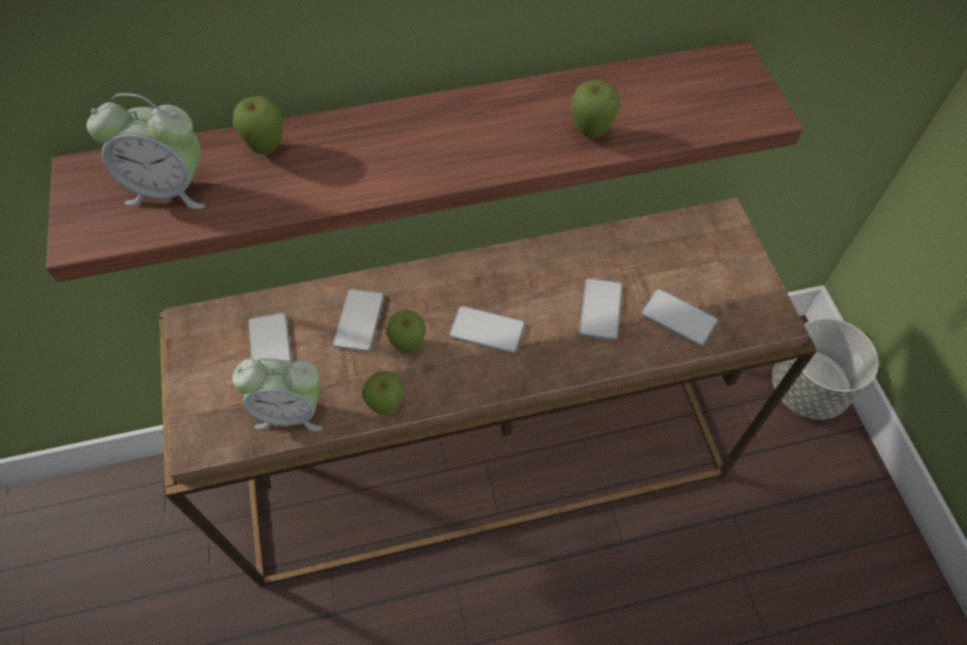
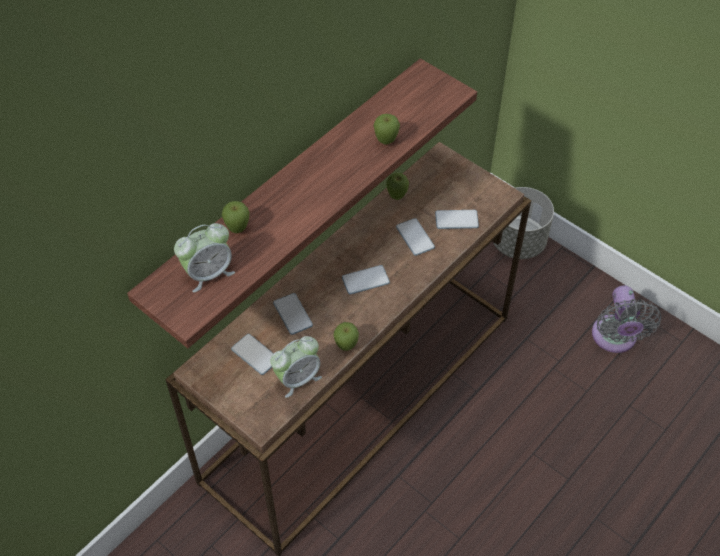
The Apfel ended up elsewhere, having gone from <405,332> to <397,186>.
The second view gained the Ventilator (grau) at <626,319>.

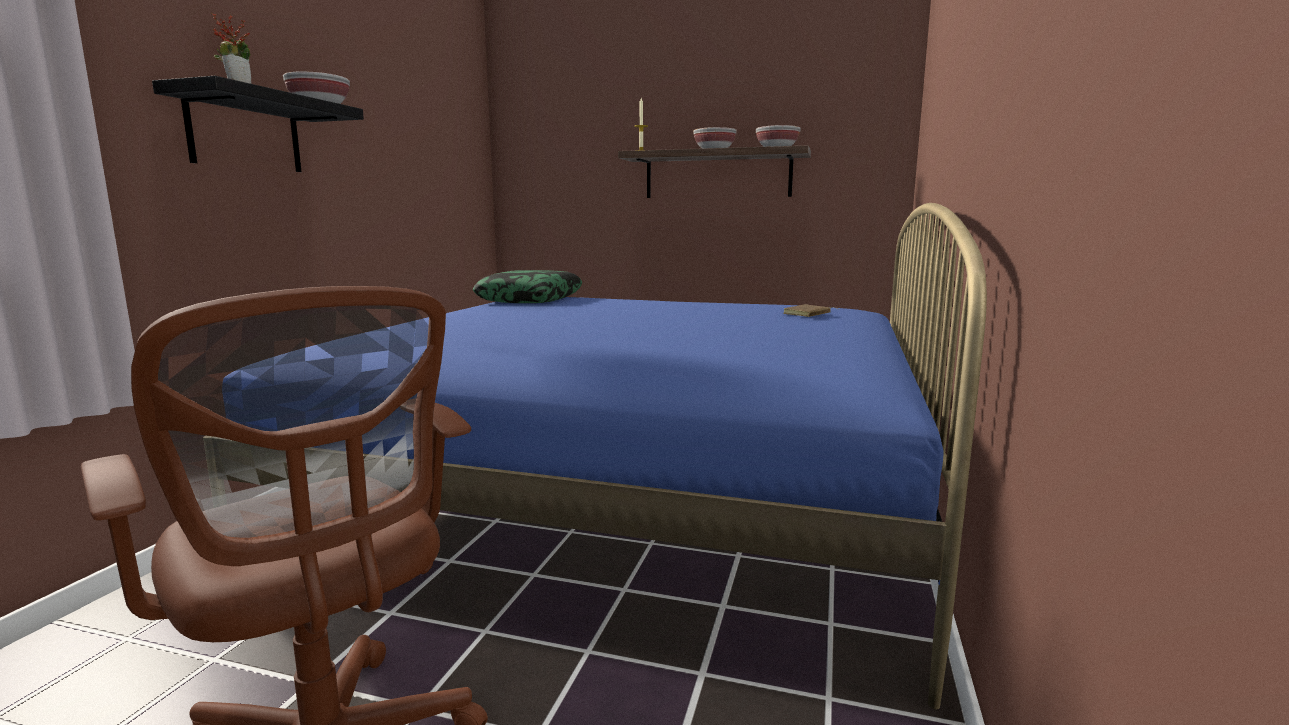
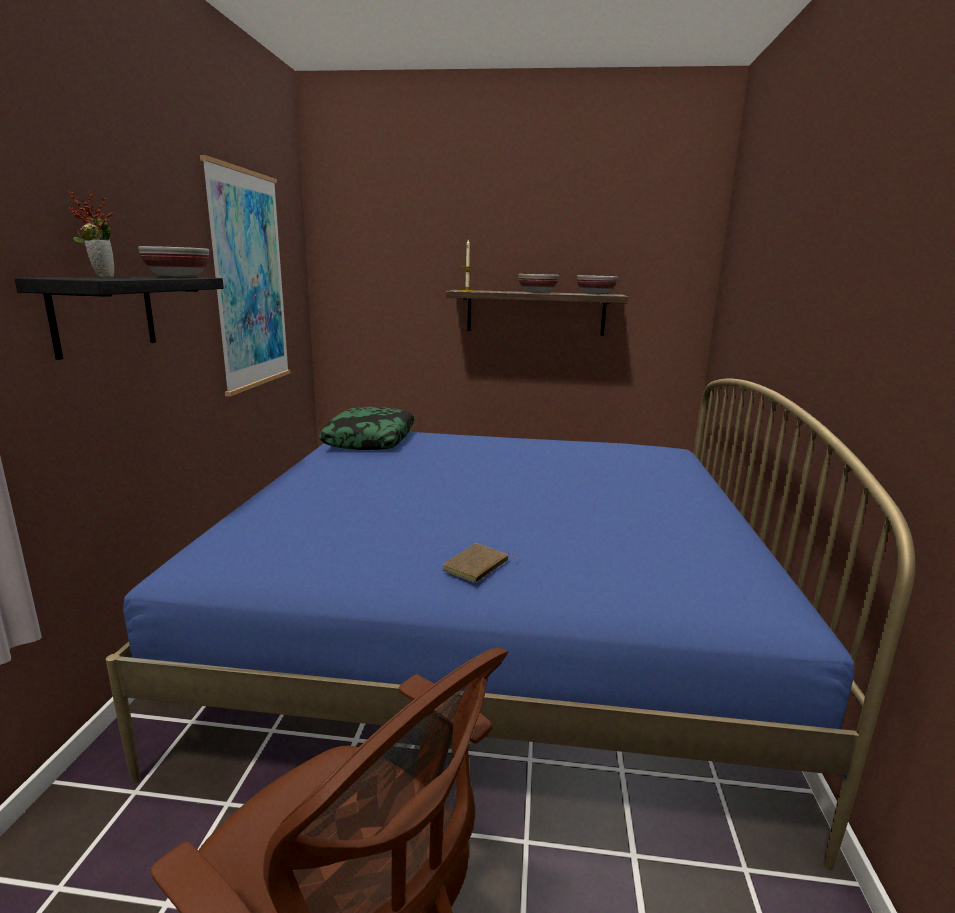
The Buch (braun) ended up elsewhere, having gone from <811,310> to <480,563>.
The second view gained the Bild at <245,275>.

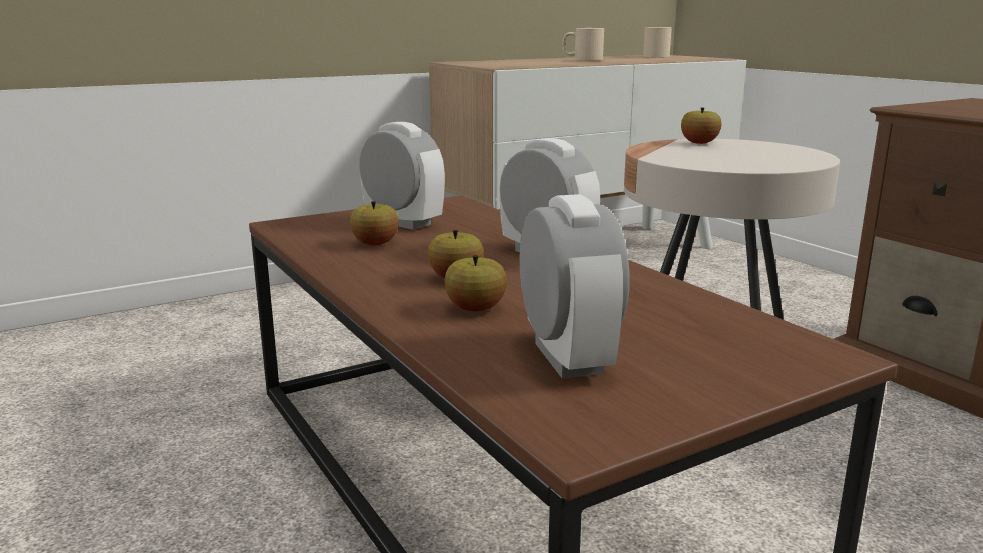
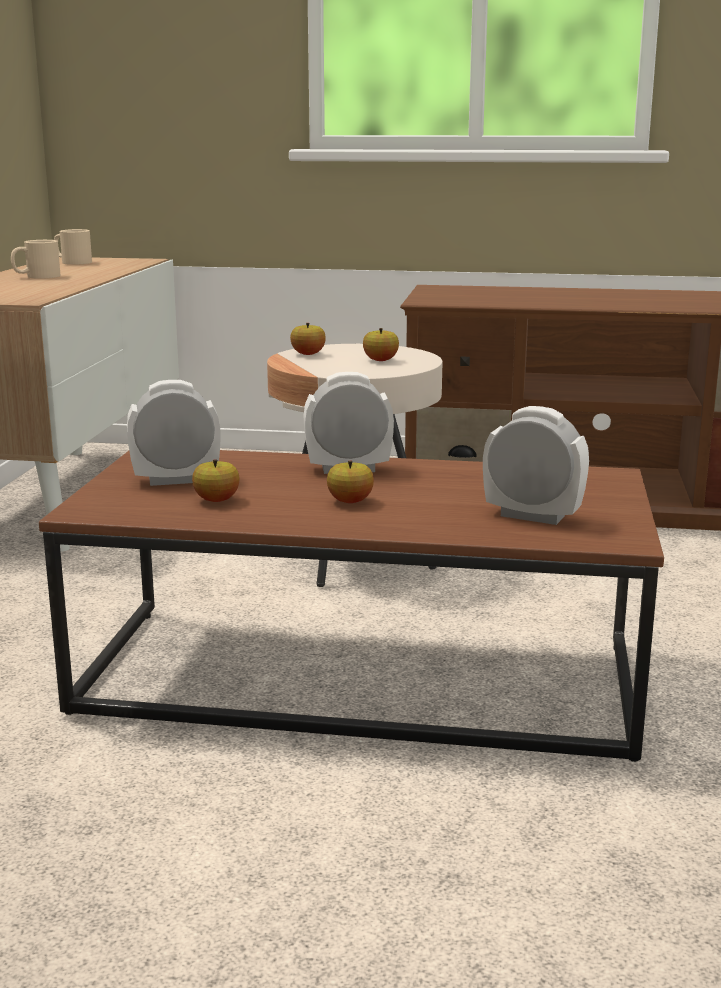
The Apfel ended up elsewhere, having gone from <476,283> to <381,344>.

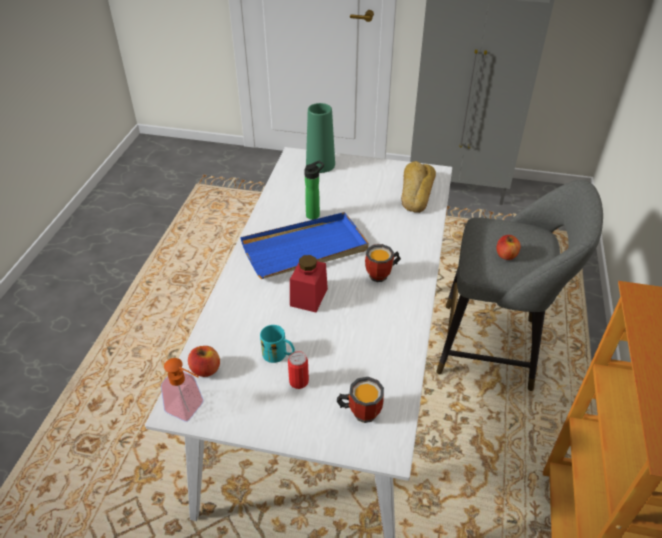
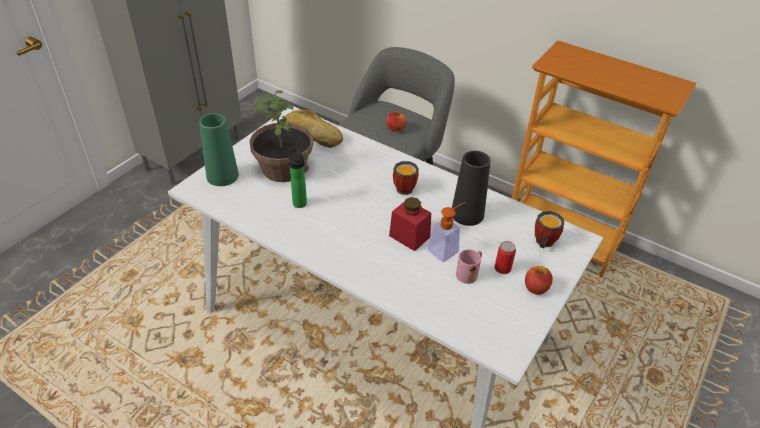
The Seifenspender ended up elsewhere, having gone from <182,390> to <446,232>.
The Apfel ended up elsewhere, having gone from <204,361> to <539,280>.
The second view lost the Tablett (blau) at <304,245>.
What was the Henkelbecher (türkis) at <277,344> turned into the Henkelbecher (rosa) at <469,266>.
The second view gained the Topfpflanze at <281,136>.
The second view gained the Vase (schwarz) at <471,188>.

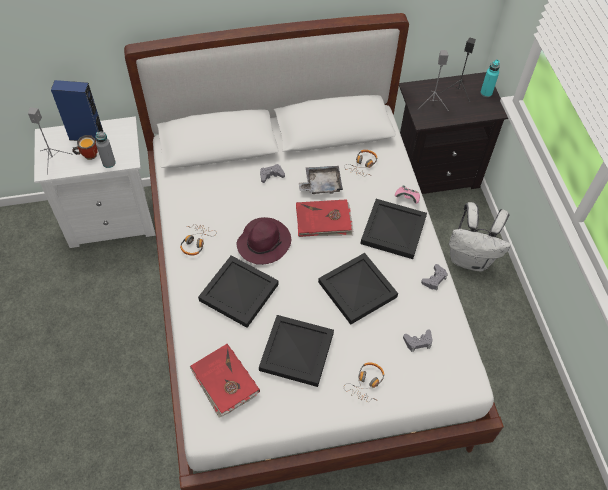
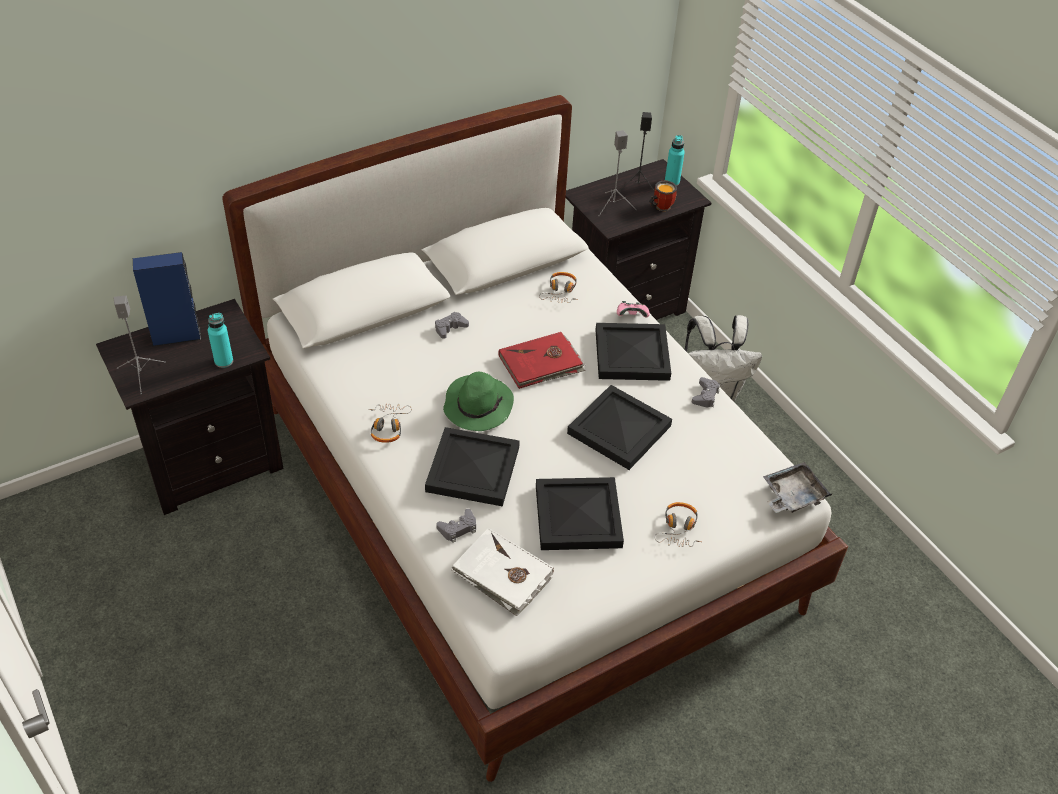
What was the Nachttisch (weiß) at <95,182> turned into the Nachttisch (schwarz) at <190,407>.
The Henkelbecher ended up elsewhere, having gone from <85,147> to <663,195>.
What was the Flasche (grau) at <106,150> turned into the Flasche (türkis) at <220,340>.
What was the Buch (rot) at <225,381> turned into the Buch (weiß) at <502,572>.
What was the Hut (lila) at <263,241> turned into the Hut (grün) at <478,401>.
The Tablett (grau) ended up elsewhere, having gone from <321,180> to <797,487>.
The Gamepad (grau) ended up elsewhere, having gone from <418,340> to <456,526>.

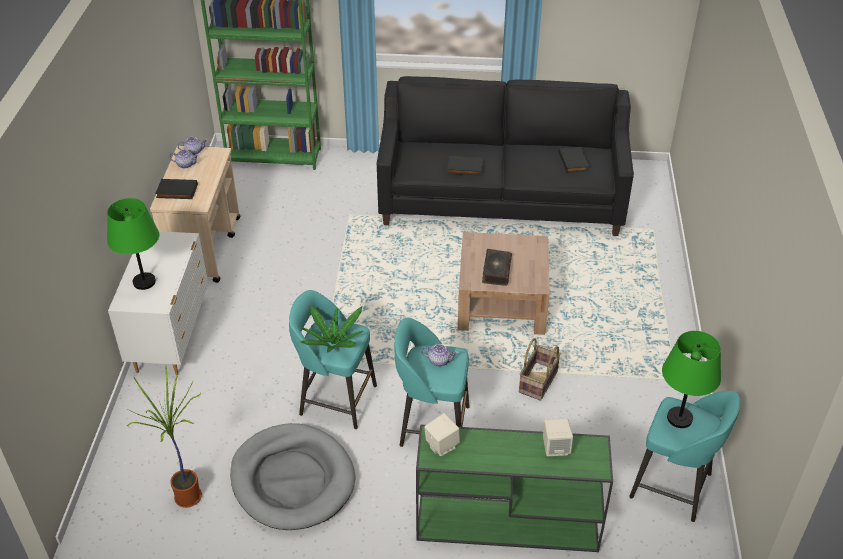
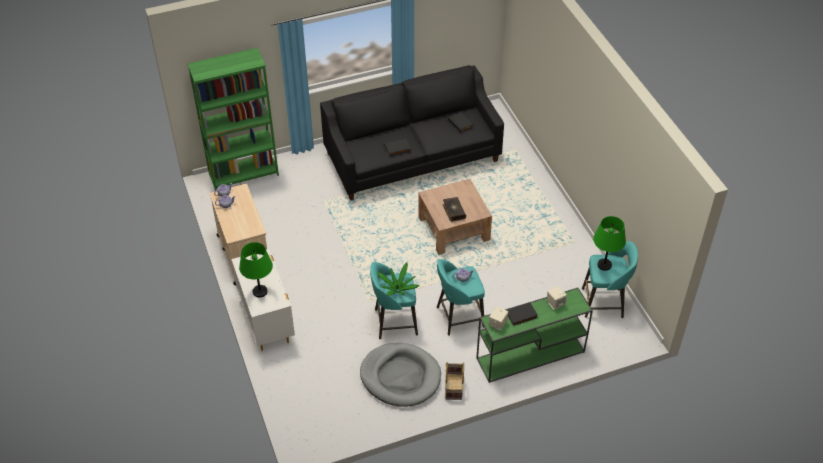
The second view lost the Topfpflanze at <164,437>.
The Buch (schwarz) ended up elsewhere, having gone from <176,189> to <522,314>.
The Korb ended up elsewhere, having gone from <540,369> to <454,381>.

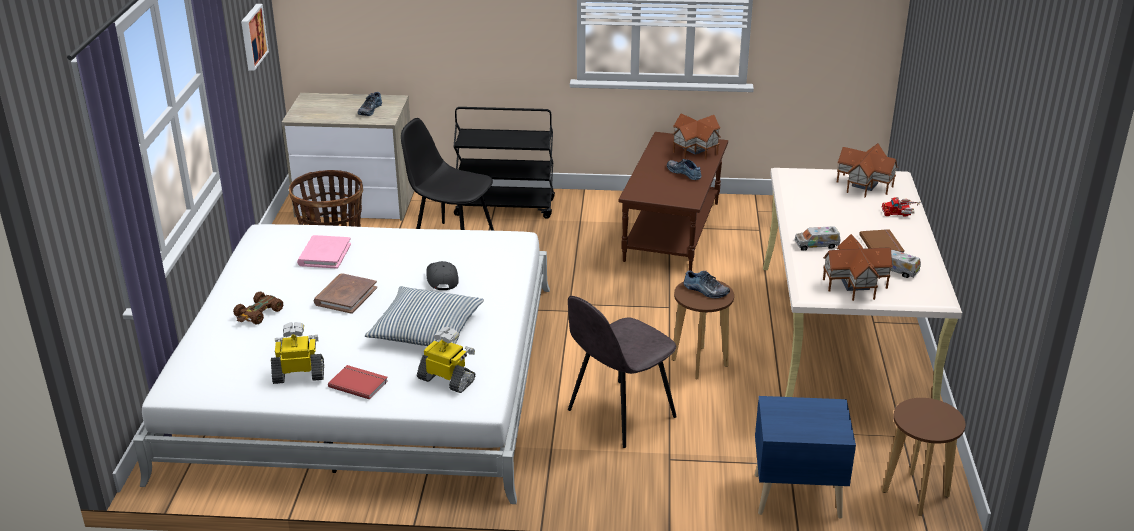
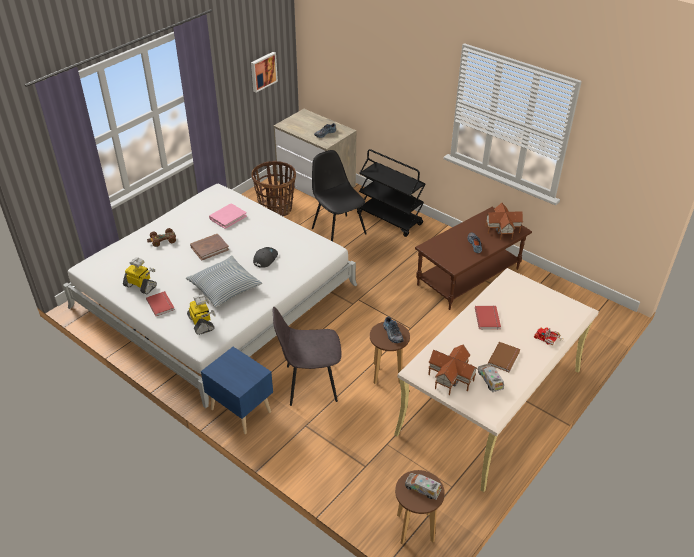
The Nachttisch (blau) ended up elsewhere, having gone from <805,457> to <237,390>.
The Spielzeuglaster ended up elsewhere, having gone from <818,238> to <423,486>.
The second view lost the Spielzeughaus at <867,170>.
The second view gained the Buch (rot) at <488,318>.

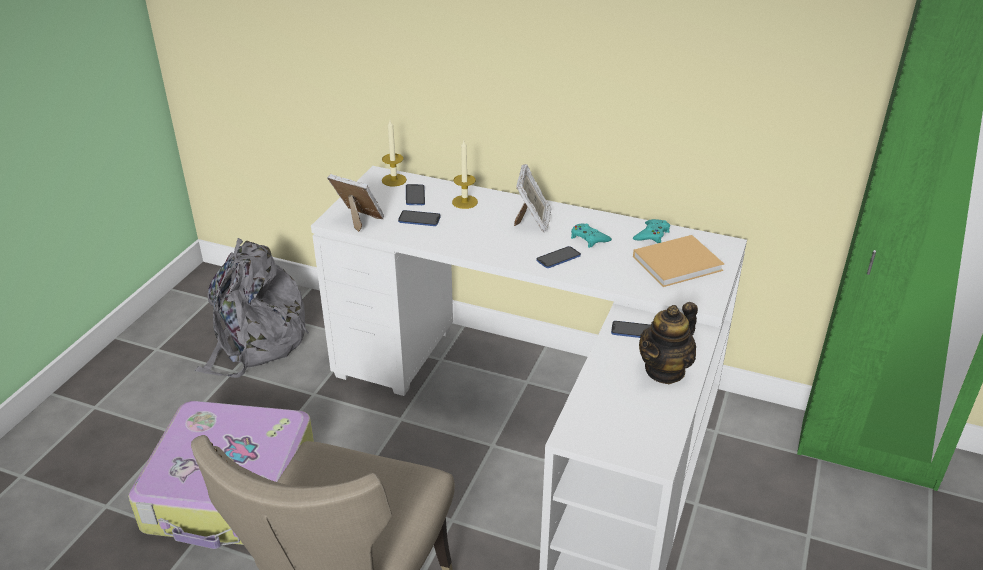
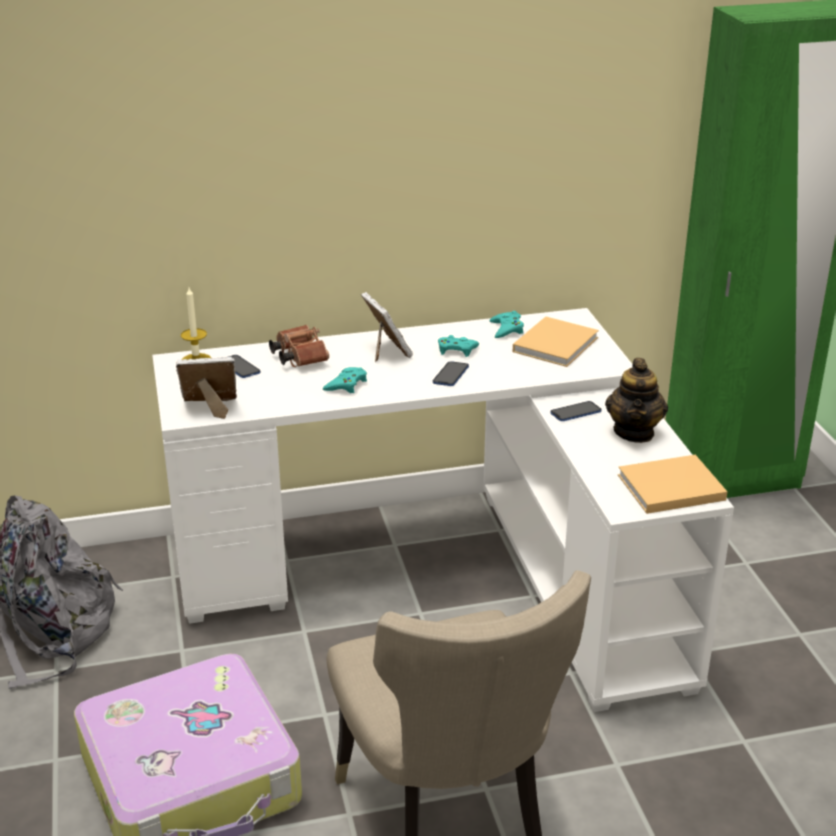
The second view lost the Handy at <419,218>.
Where the Kerze stood at <465,174>, the Fernglas (braun) came to stand at <299,346>.
The second view gained the Gamepad (türkis) at <345,380>.
The second view gained the Buch (beige) at <672,484>.

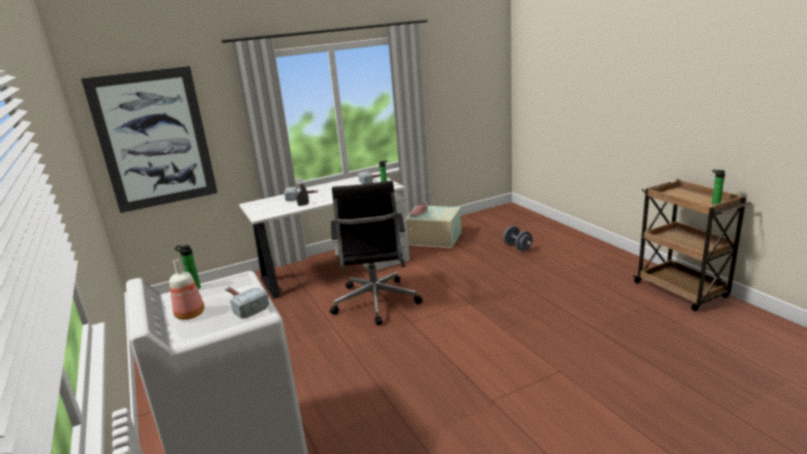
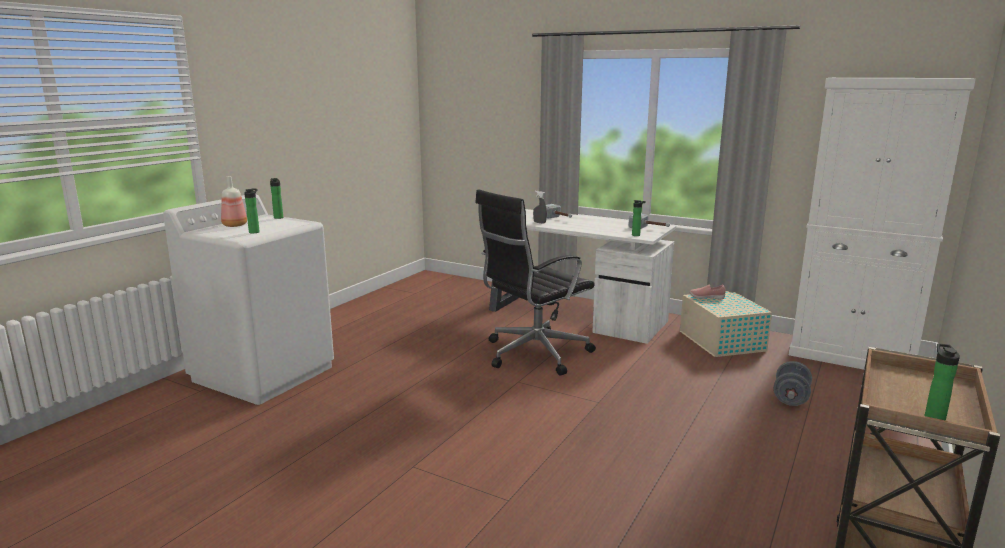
The second view lost the Bild at <149,139>.
Where the Hammer stood at <247,302>, the Flasche came to stand at <252,211>.
The second view gained the Schrank (weiß) at <882,224>.

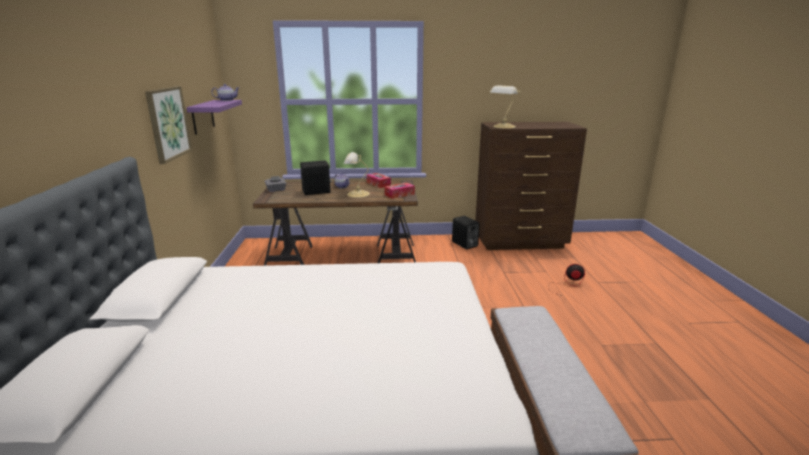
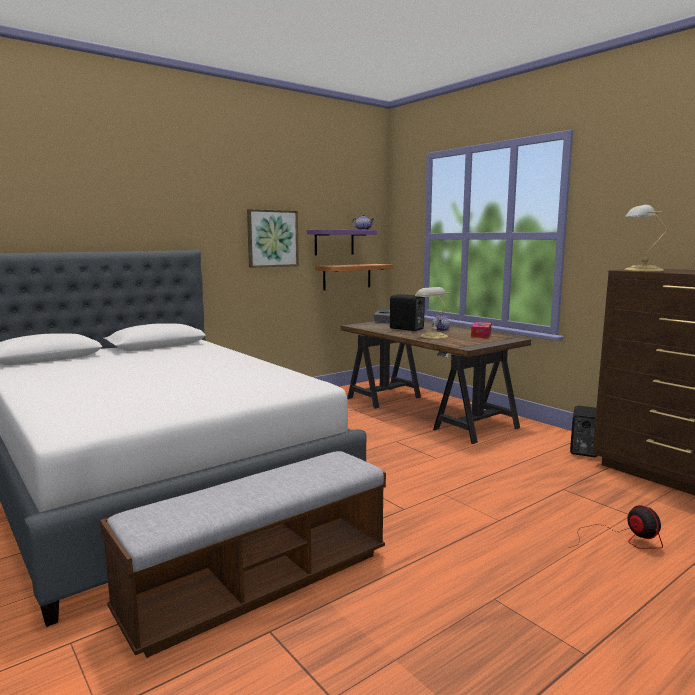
The second view lost the Taschentuchbox at <400,191>.
The second view gained the Wandregal at <354,277>.

